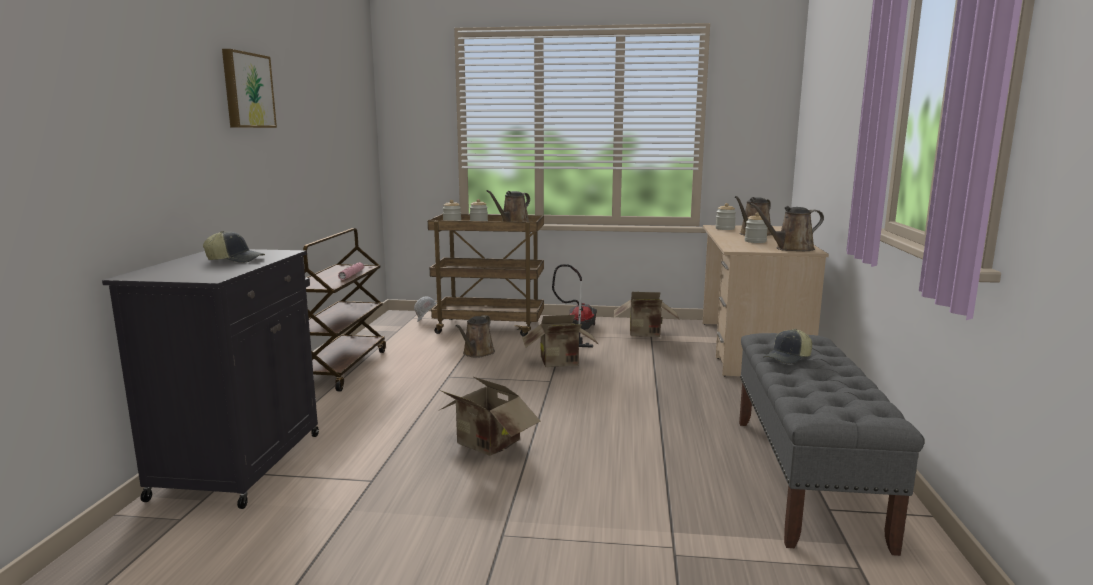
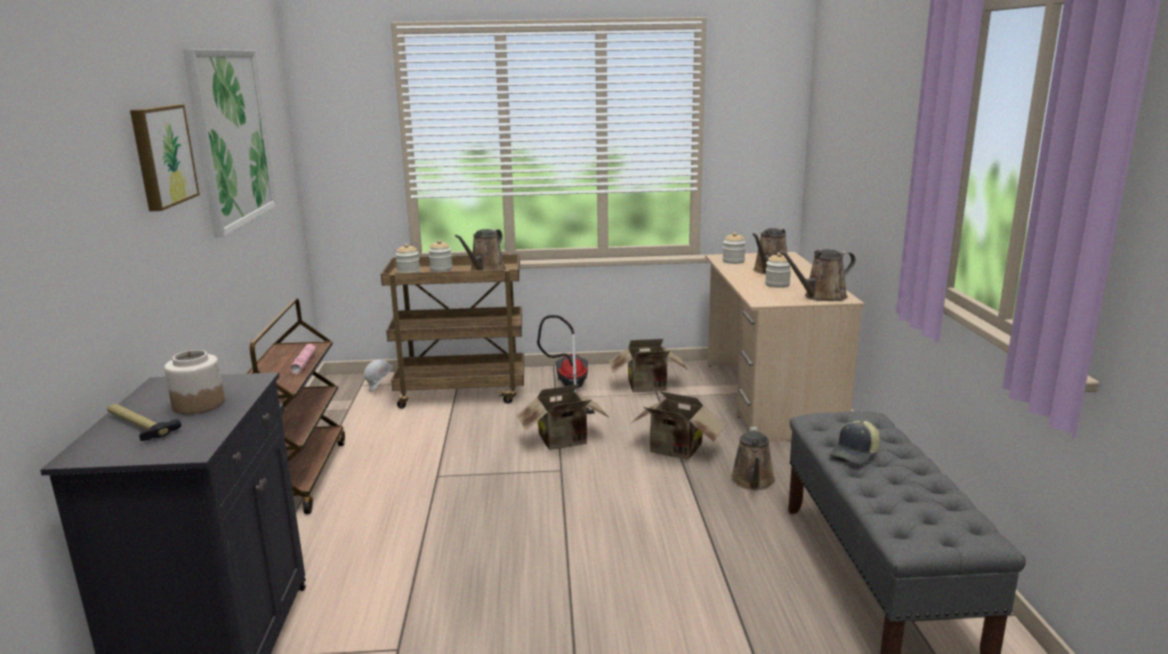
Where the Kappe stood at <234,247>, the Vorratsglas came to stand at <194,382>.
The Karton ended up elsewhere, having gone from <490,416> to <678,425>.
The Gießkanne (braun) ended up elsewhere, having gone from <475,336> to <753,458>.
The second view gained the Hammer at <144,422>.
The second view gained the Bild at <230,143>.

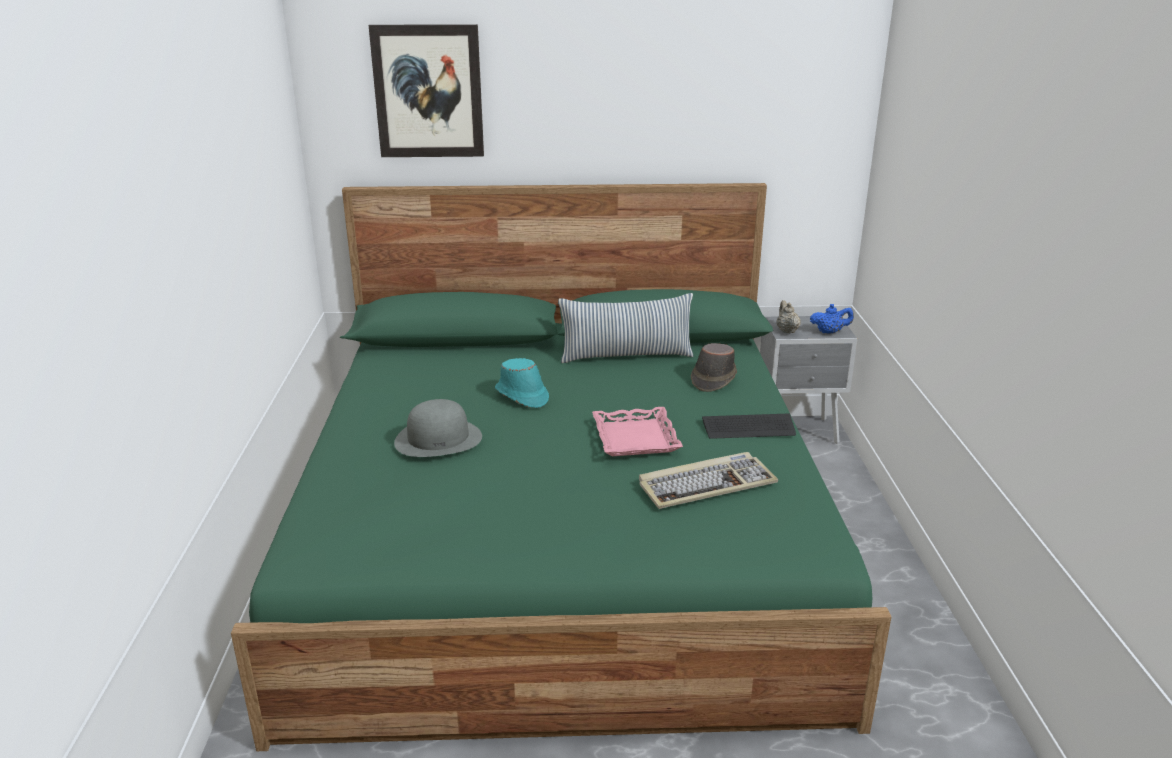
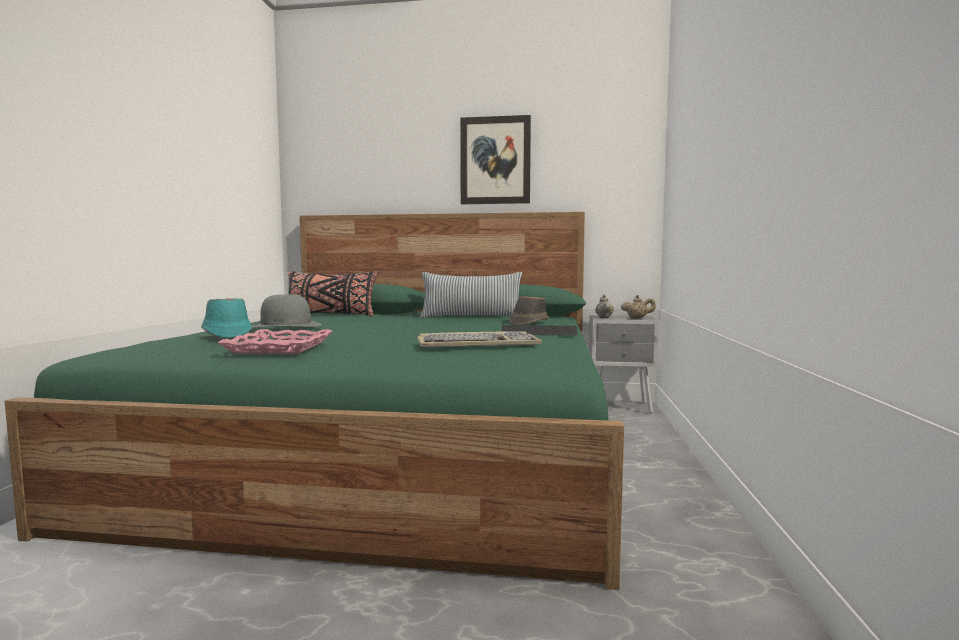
The Bild ended up elsewhere, having gone from <426,90> to <495,159>.
The Hut (türkis) ended up elsewhere, having gone from <522,383> to <226,318>.
The Tablett (rosa) ended up elsewhere, having gone from <637,431> to <275,341>.
What was the Teekanne (blau) at <832,319> turned into the Teekanne (beige) at <638,307>.
The second view gained the Kissen (schwarz) at <332,293>.

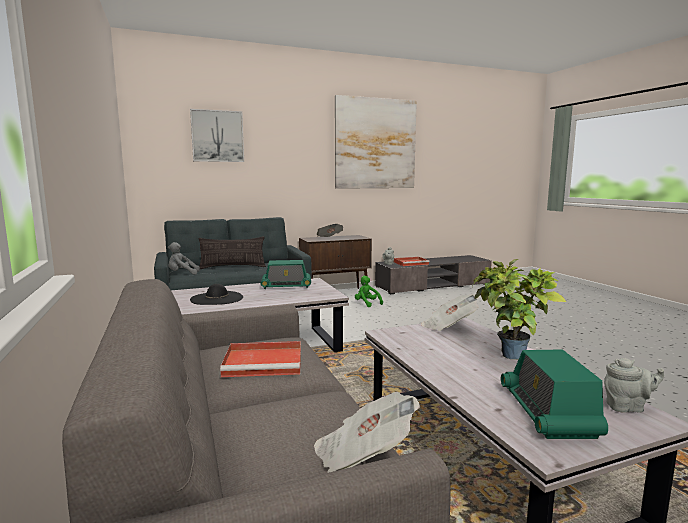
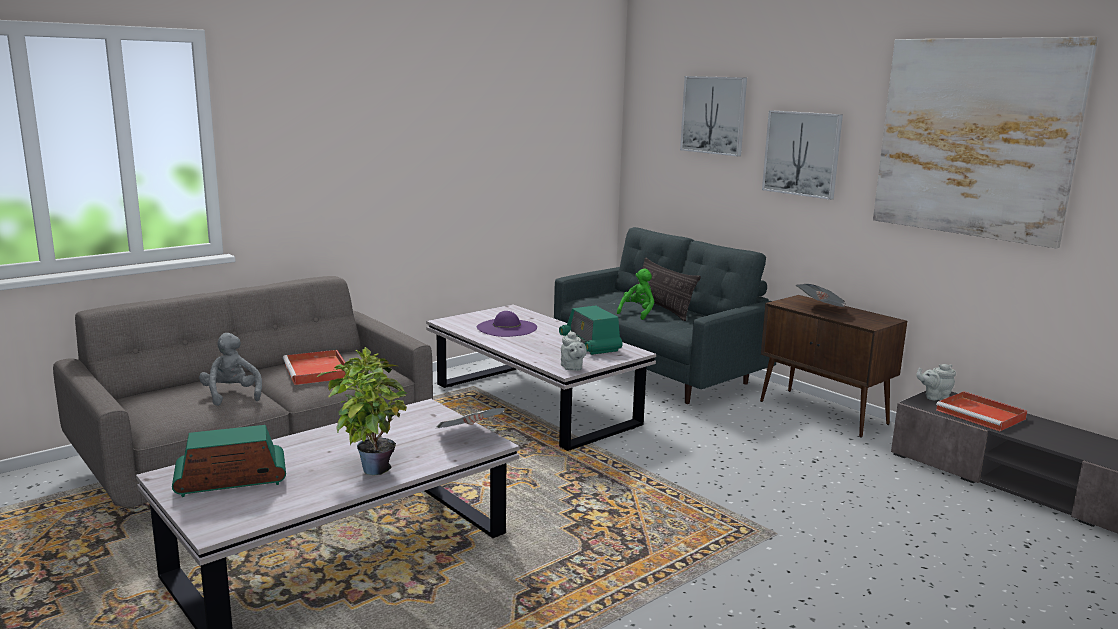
The Plüschtier (grau) ended up elsewhere, having gone from <184,258> to <230,369>.
What was the Hut (schwarz) at <216,294> turned into the Hut (lila) at <507,324>.
The second view lost the Zeitung at <367,432>.
The Plüschtier (grün) ended up elsewhere, having gone from <369,291> to <636,294>.
The Teekanne (grau) ended up elsewhere, having gone from <634,385> to <574,351>.
The second view gained the Bild at <802,155>.

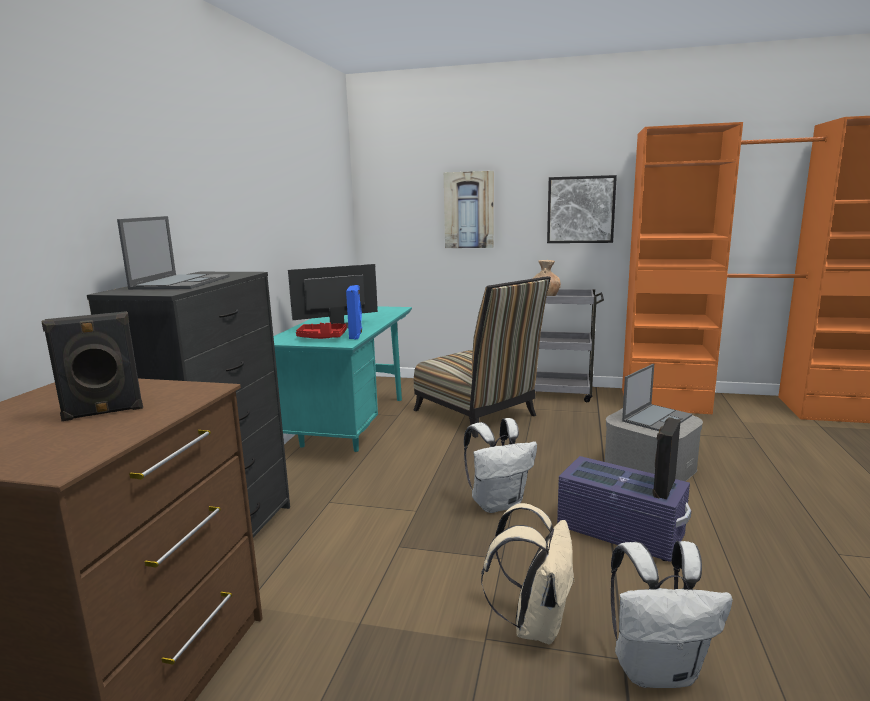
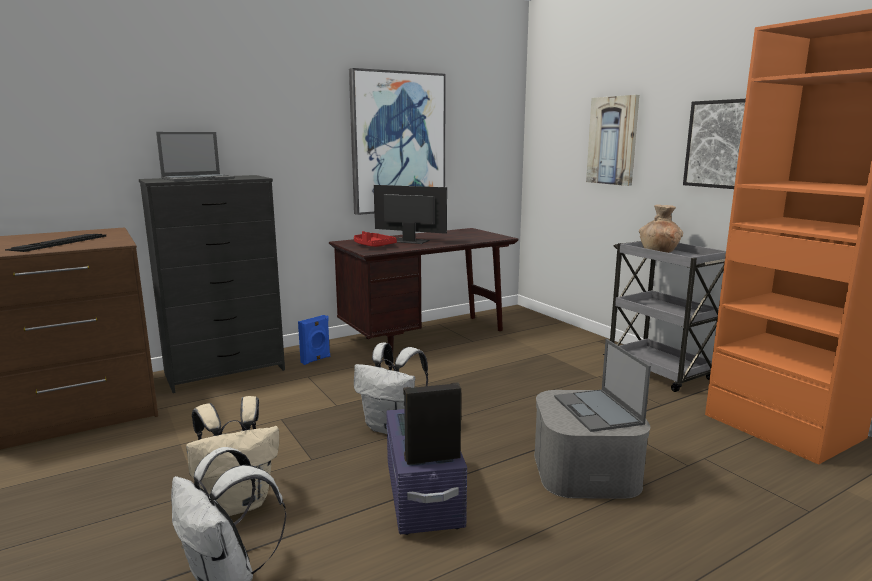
Where the Lautsprecher (schwarz) stood at <92,366>, the Tastatur came to stand at <55,243>.
What was the Schreibtisch (türkis) at <342,379> turned into the Schreibtisch (braun) at <424,290>.
The Lautsprecher (blau) ended up elsewhere, having gone from <354,312> to <314,340>.
The second view lost the Stuhl at <482,357>.
The Laptop at <657,397> ended up facing another way, 75 degrees clockwise from before.
The second view gained the Bild at <397,141>.

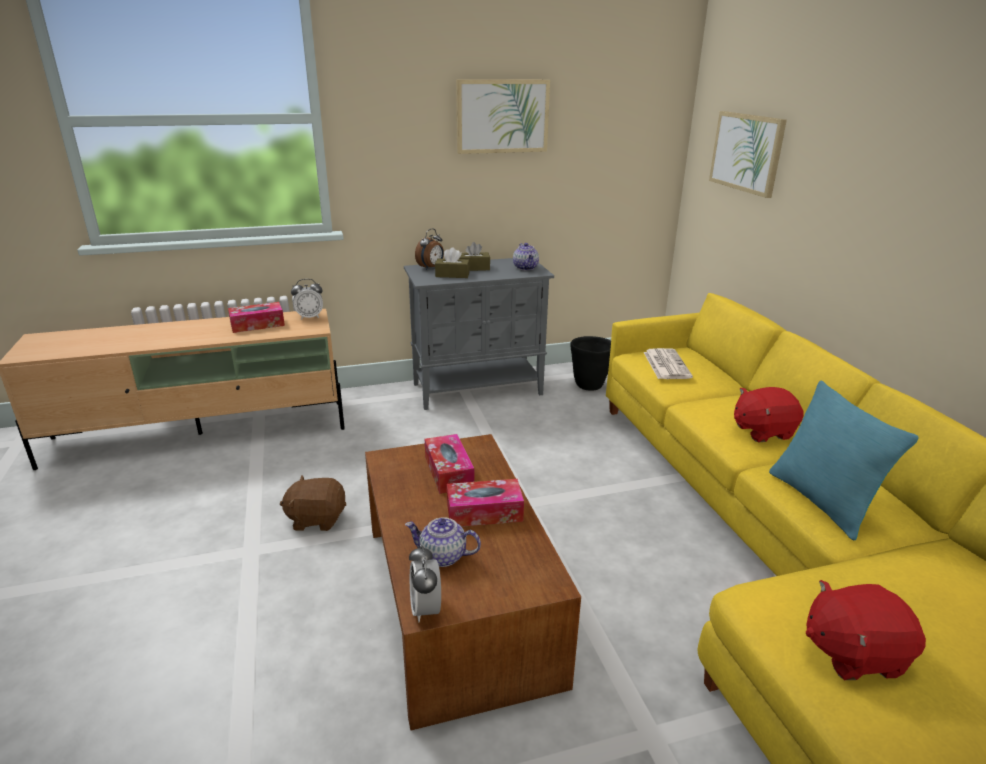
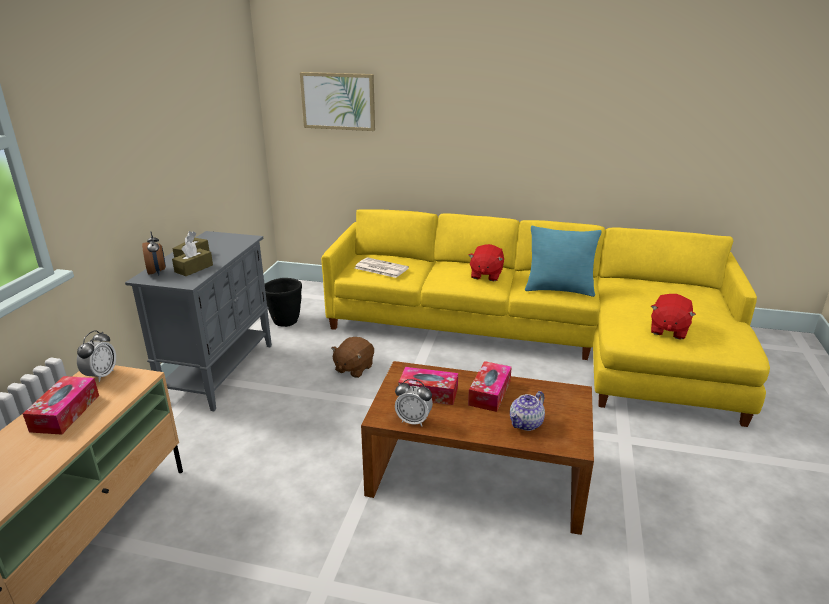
The Plüschtier (braun) ended up elsewhere, having gone from <313,503> to <352,357>.
The Wecker ended up elsewhere, having gone from <425,583> to <414,402>.
The second view lost the Bild at <503,116>.
The second view lost the Teekanne at <526,256>.

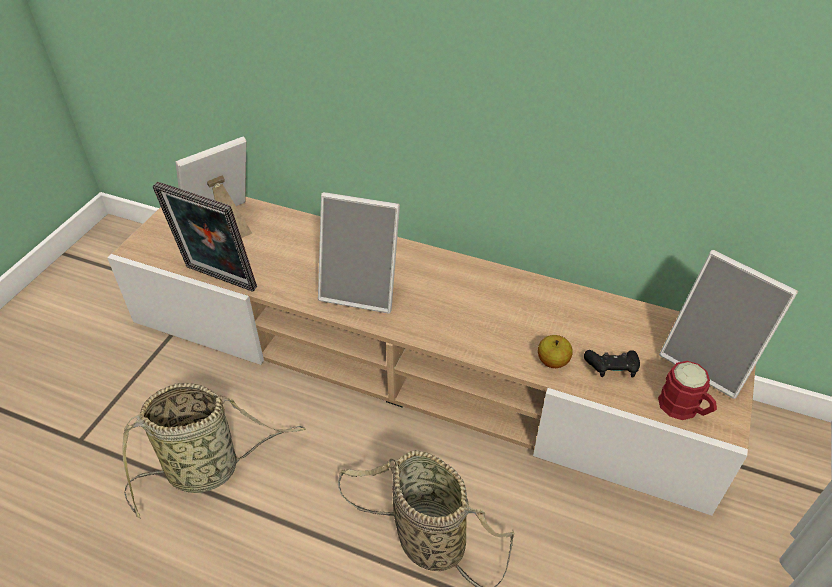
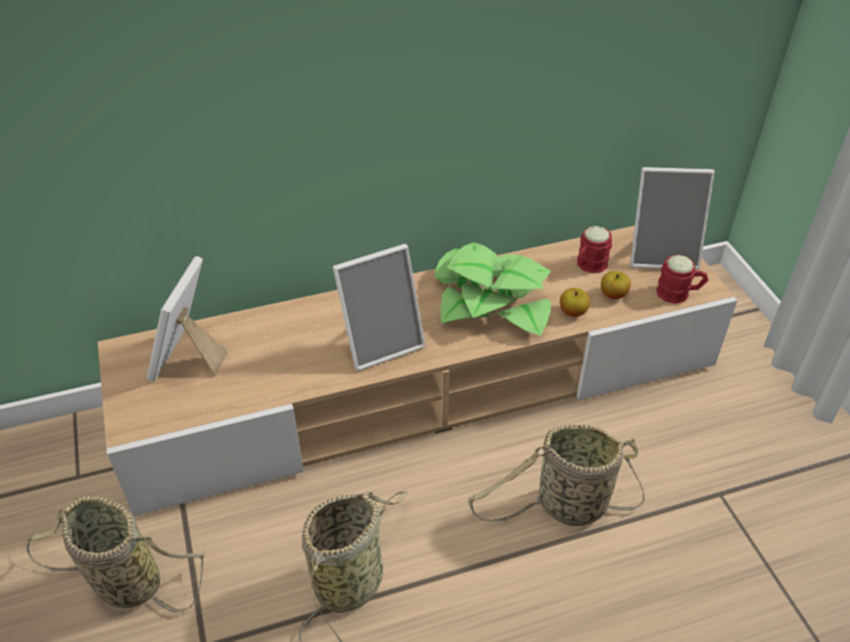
The second view lost the Bilderrahmen at <204,237>.
Where the Gamepad (schwarz) stood at <612,364>, the Apfel came to stand at <616,285>.
The second view gained the Korb at <116,554>.
The second view gained the Topfpflanze at <493,289>.
The second view gained the Henkelbecher (rot) at <594,249>.

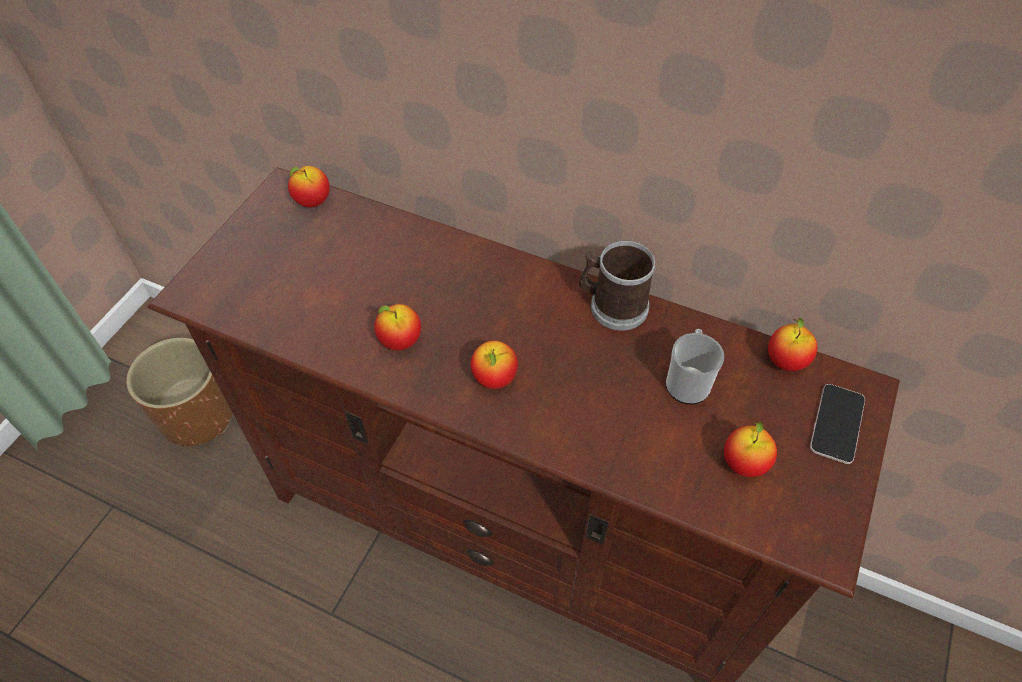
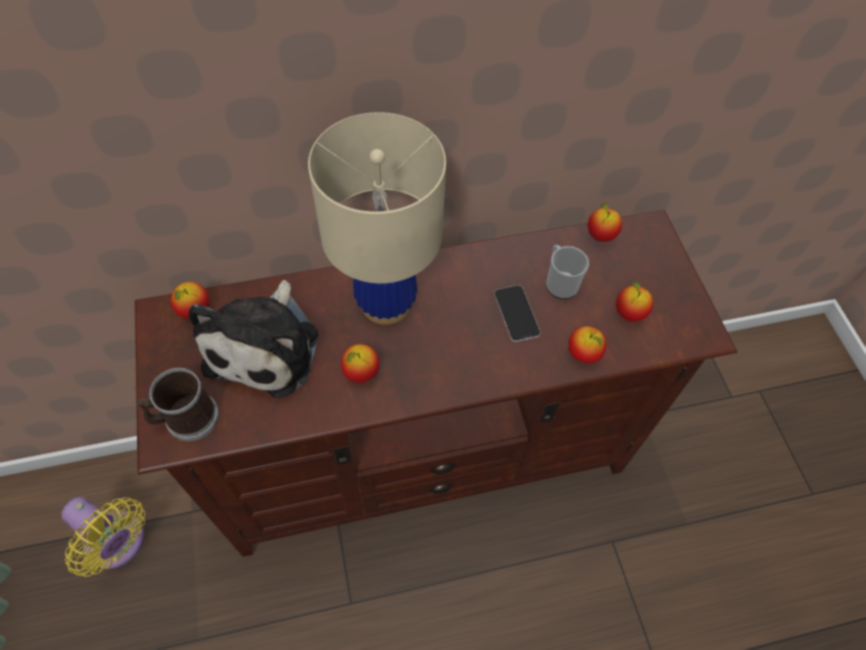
Where the Pflanzkübel (braun) stood at <179,392>, the Ventilator (gelb) came to stand at <103,537>.
The Apfel ended up elsewhere, having gone from <494,365> to <587,344>.
The Henkelbecher ended up elsewhere, having gone from <617,285> to <177,404>.
The Handy ended up elsewhere, having gone from <837,424> to <517,313>.
The second view gained the Plüschtier at <253,339>.
The second view gained the Tischlampe (beige) at <377,218>.

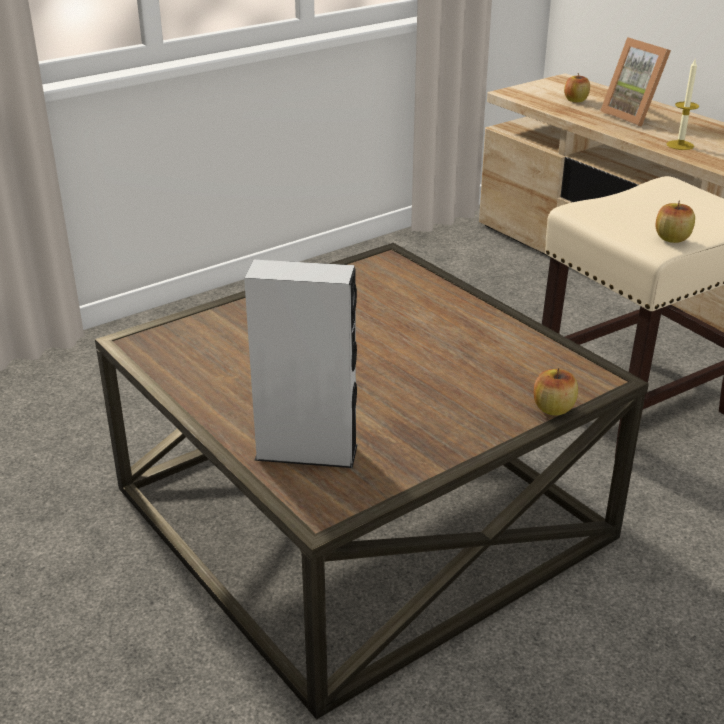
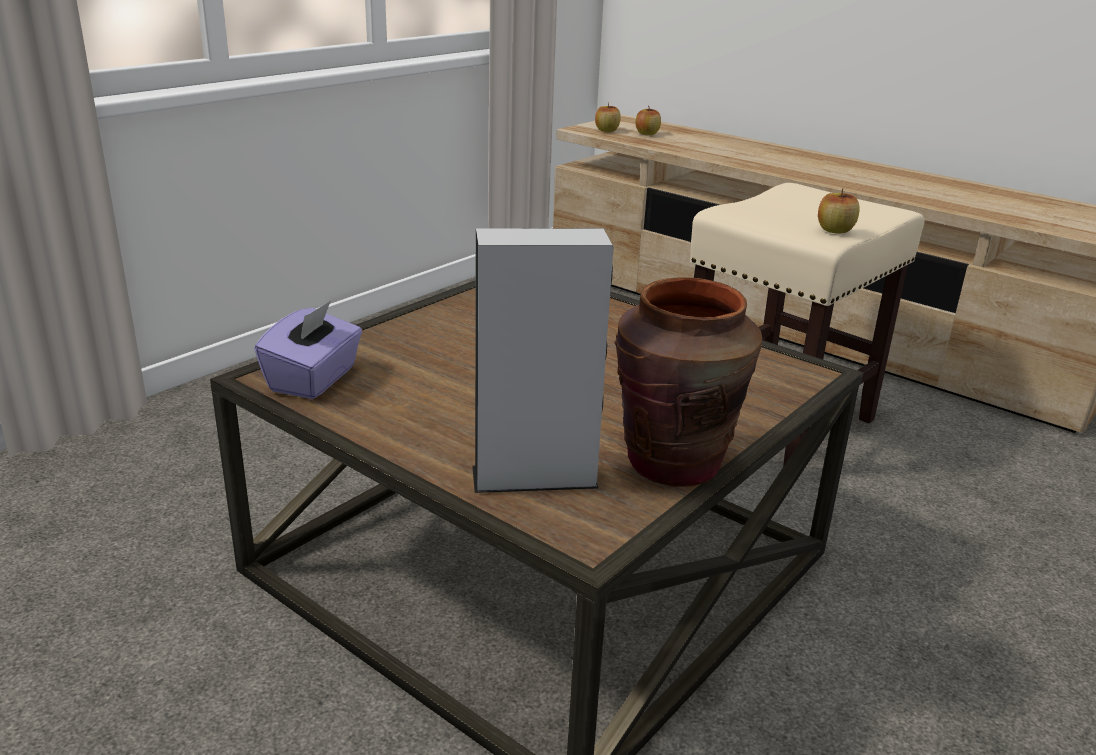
The Apfel ended up elsewhere, having gone from <556,392> to <608,117>.
The second view lost the Bilderrahmen at <635,82>.
The second view lost the Kerze at <683,105>.
The second view gained the Taschentuchbox (lila) at <308,350>.
The second view gained the Vase (braun) at <688,382>.

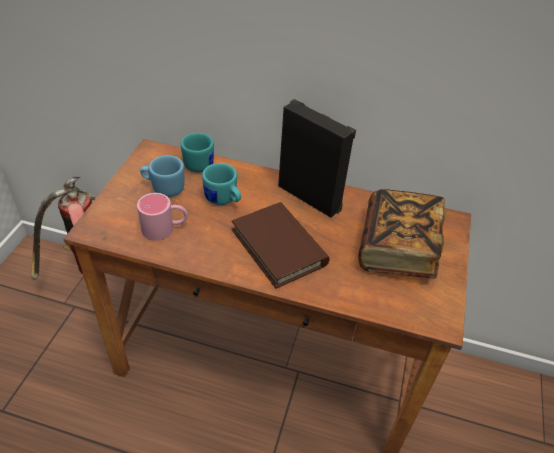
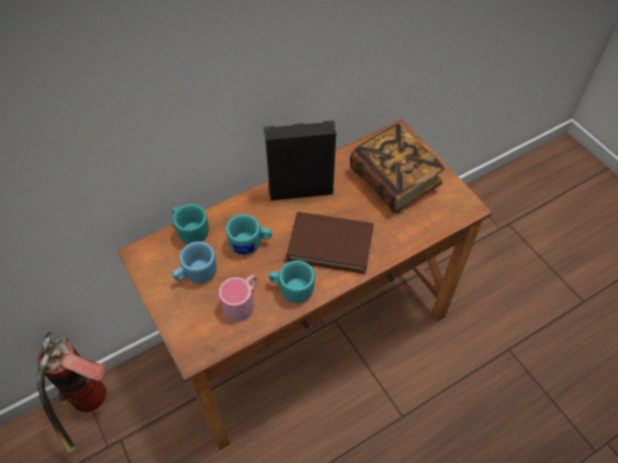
The second view gained the Henkelbecher (türkis) at <292,281>.

